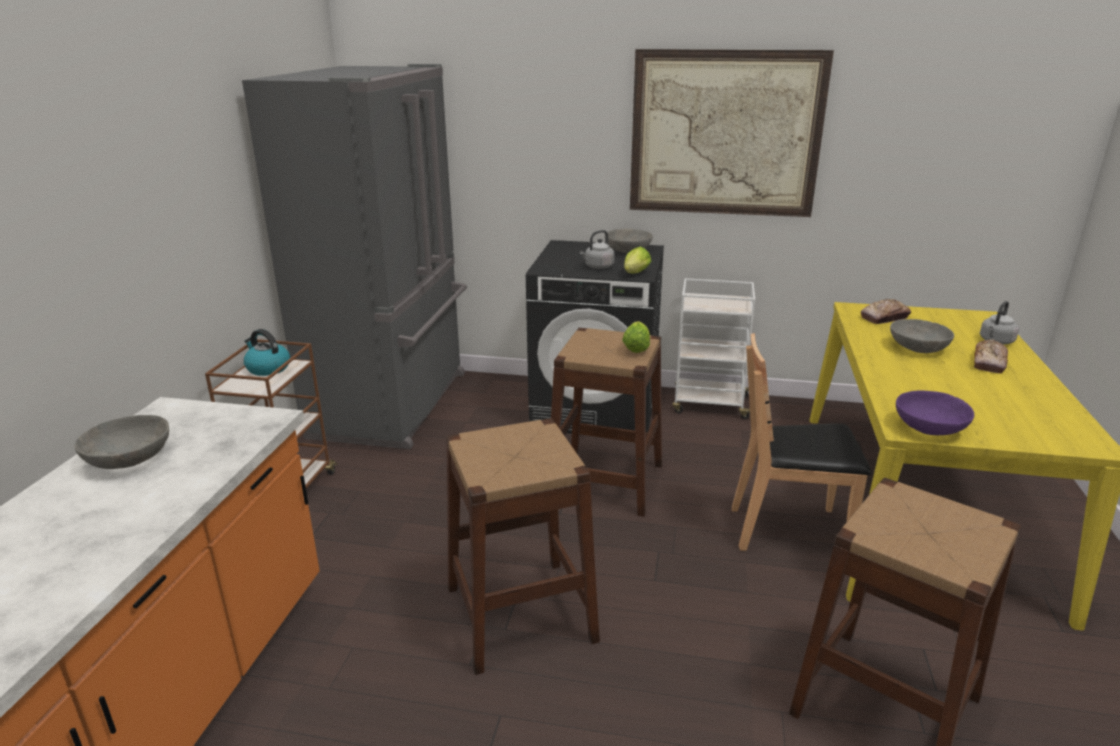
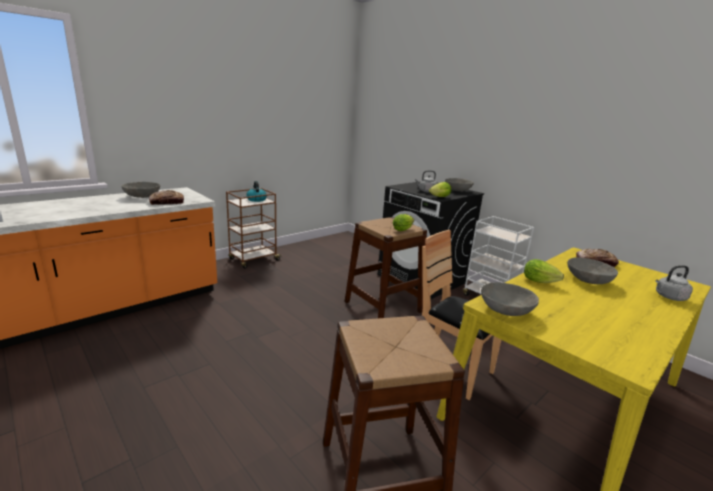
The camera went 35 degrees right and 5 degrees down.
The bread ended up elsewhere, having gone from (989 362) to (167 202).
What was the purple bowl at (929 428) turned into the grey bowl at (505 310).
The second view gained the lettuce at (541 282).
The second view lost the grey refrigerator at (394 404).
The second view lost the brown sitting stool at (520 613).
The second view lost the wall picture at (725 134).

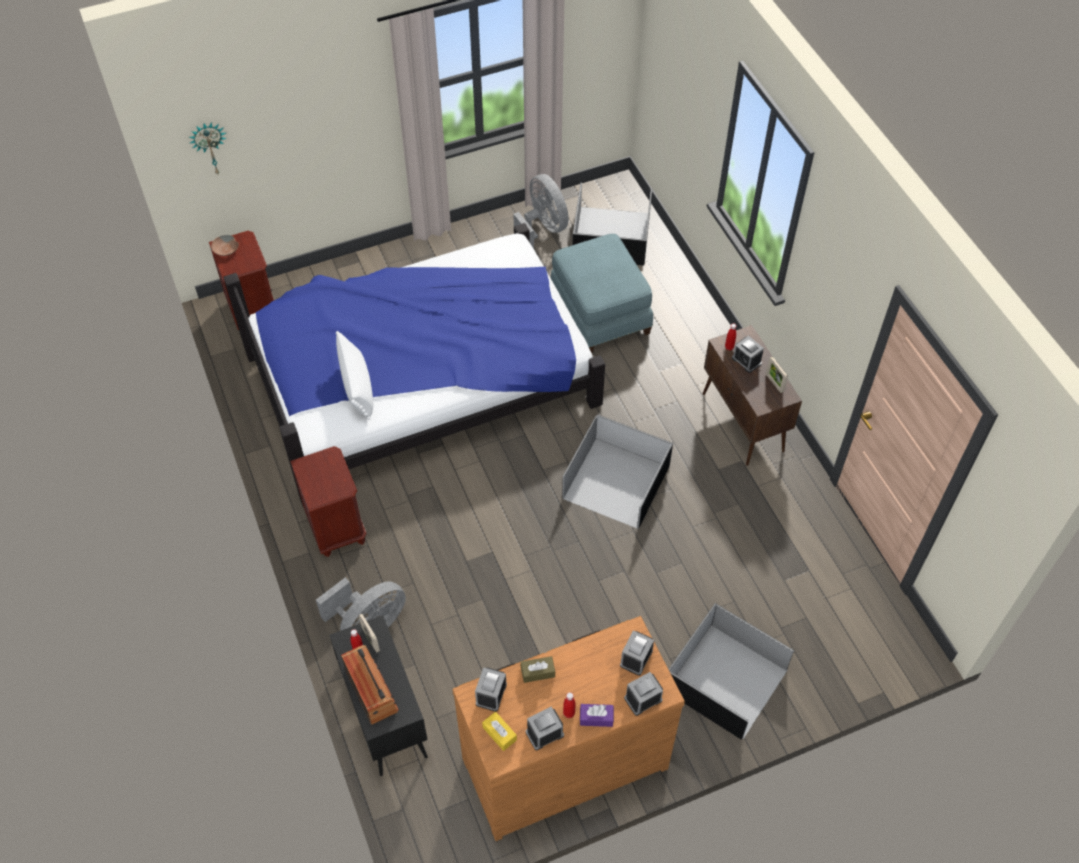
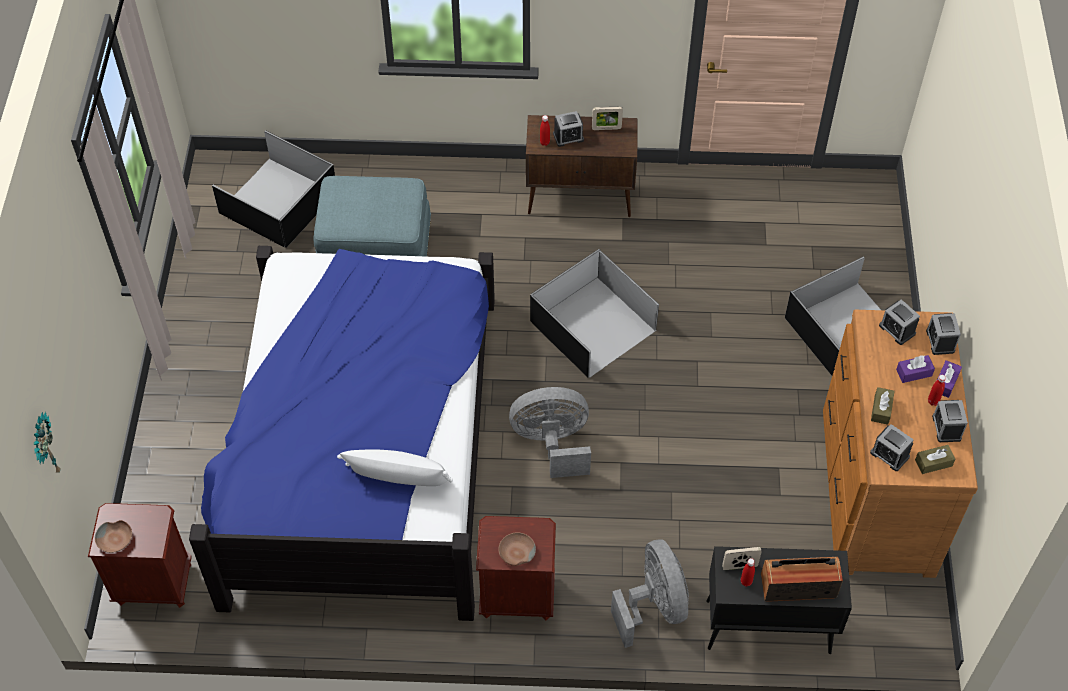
The camera went 65 degrees left and 0 degrees up.
The second view gained the brown bowl at (516 552).
The grey electric fan ended up elsewhere, having gone from (543 229) to (552 443).
The second view gained the purple tissue box at (914 373).
What was the yellow-coloured tissue box at (499 734) turned into the brown tissue box at (933 463).

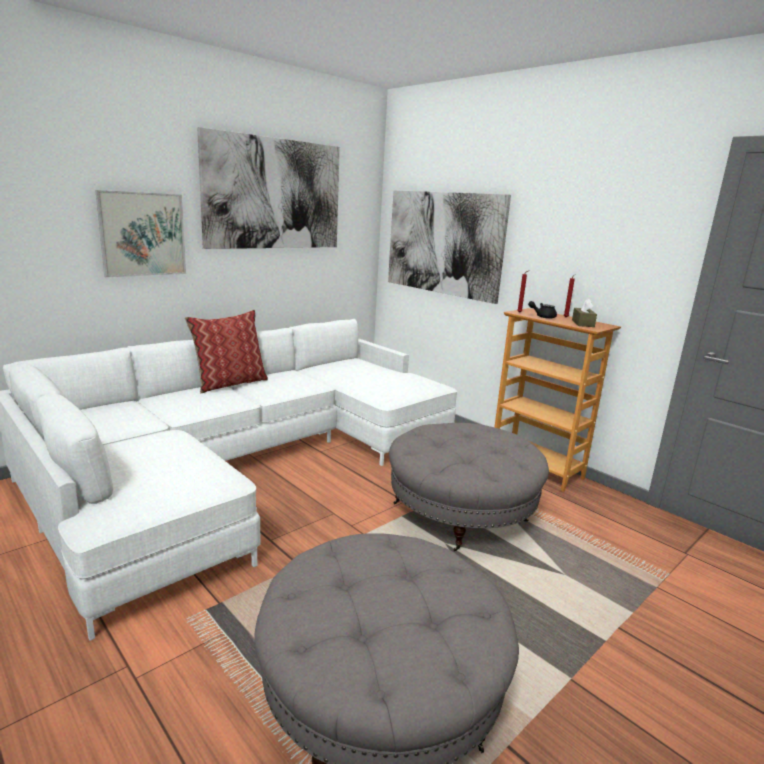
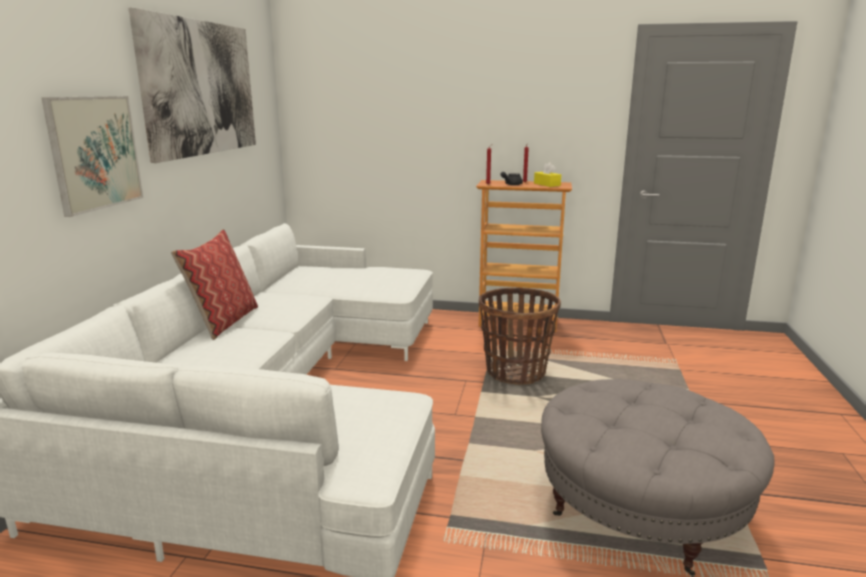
The camera went 35 degrees left and 0 degrees up.
Where the grey ottoman stood at (460 512), the household basket came to stand at (515 372).
What was the brown tissue box at (583 323) turned into the yellow-coloured tissue box at (547 184).
The second view lost the wall picture at (443 243).

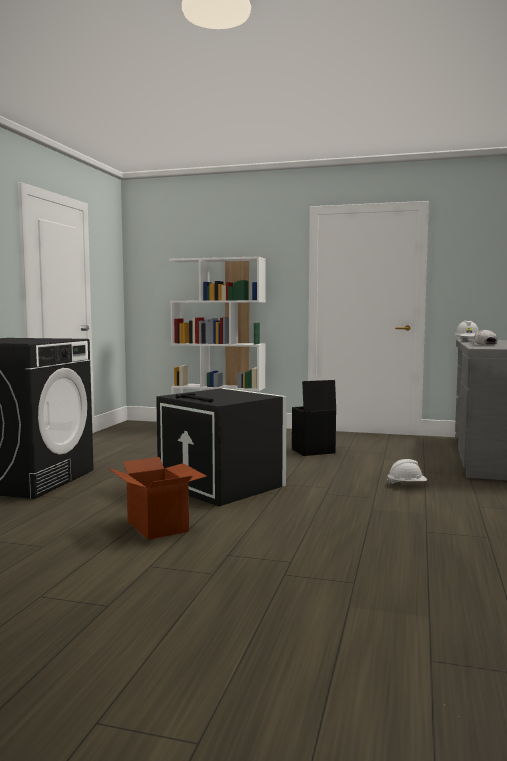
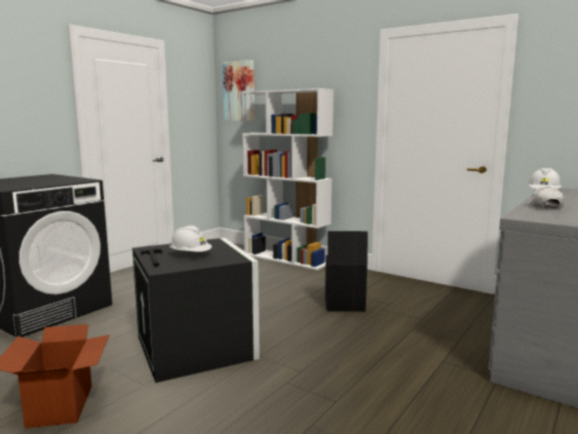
The camera went 20 degrees right and 5 degrees up.
The white-coloured hard hat ended up elsewhere, having gone from (407 485) to (190 255).
The second view gained the wall picture at (239 91).

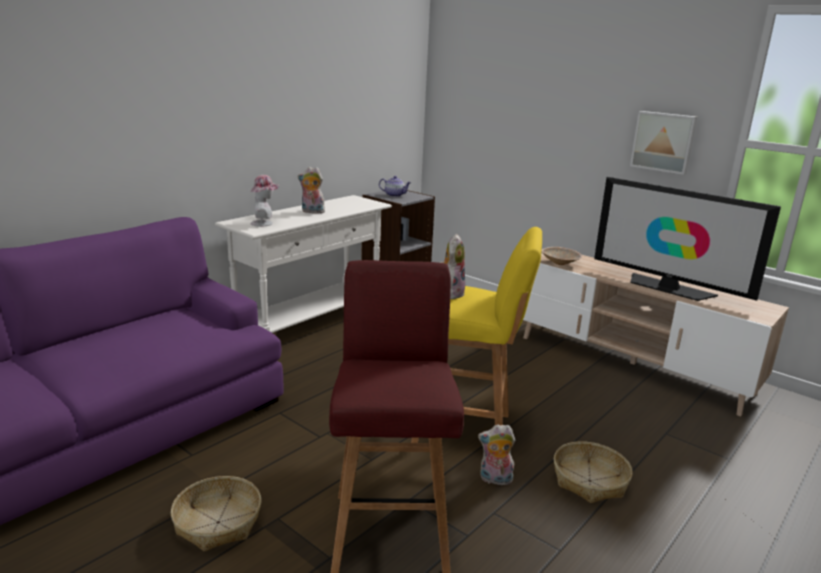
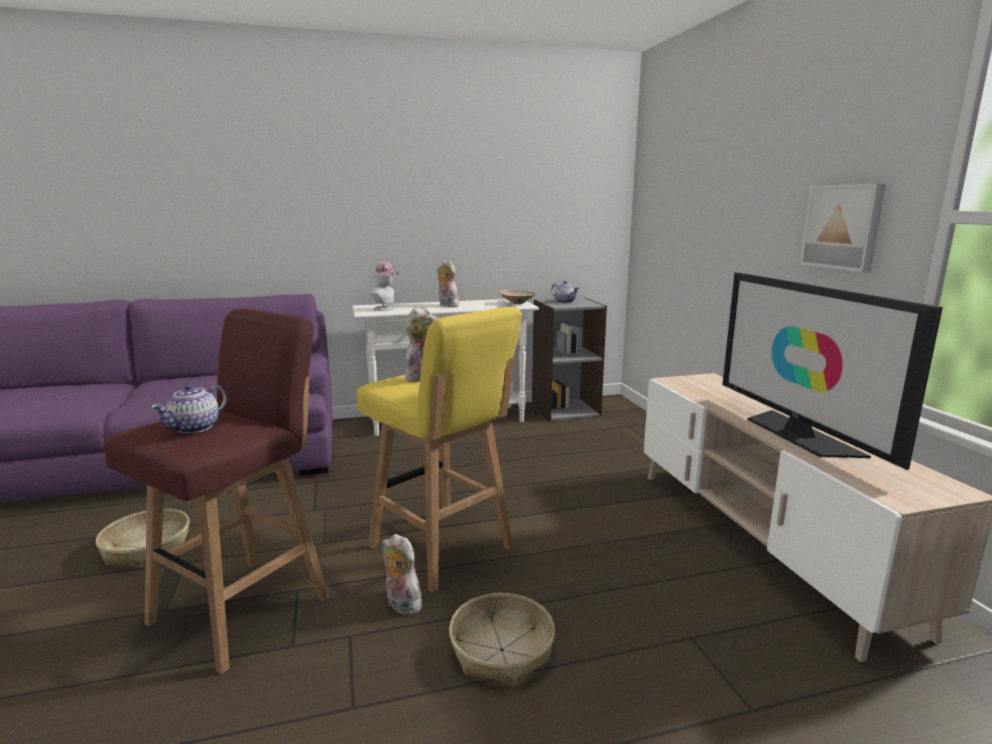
The camera went 35 degrees right and 5 degrees down.
The second view gained the teapot at (195 428).
The beige-coloured bowl ended up elsewhere, having gone from (560 264) to (517 303).

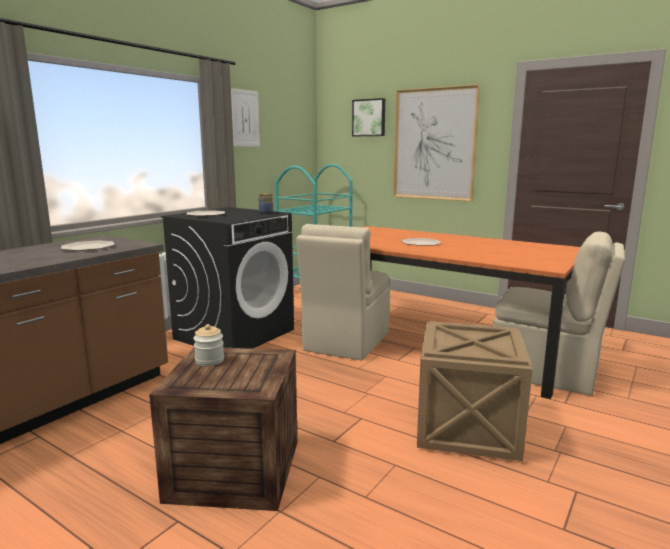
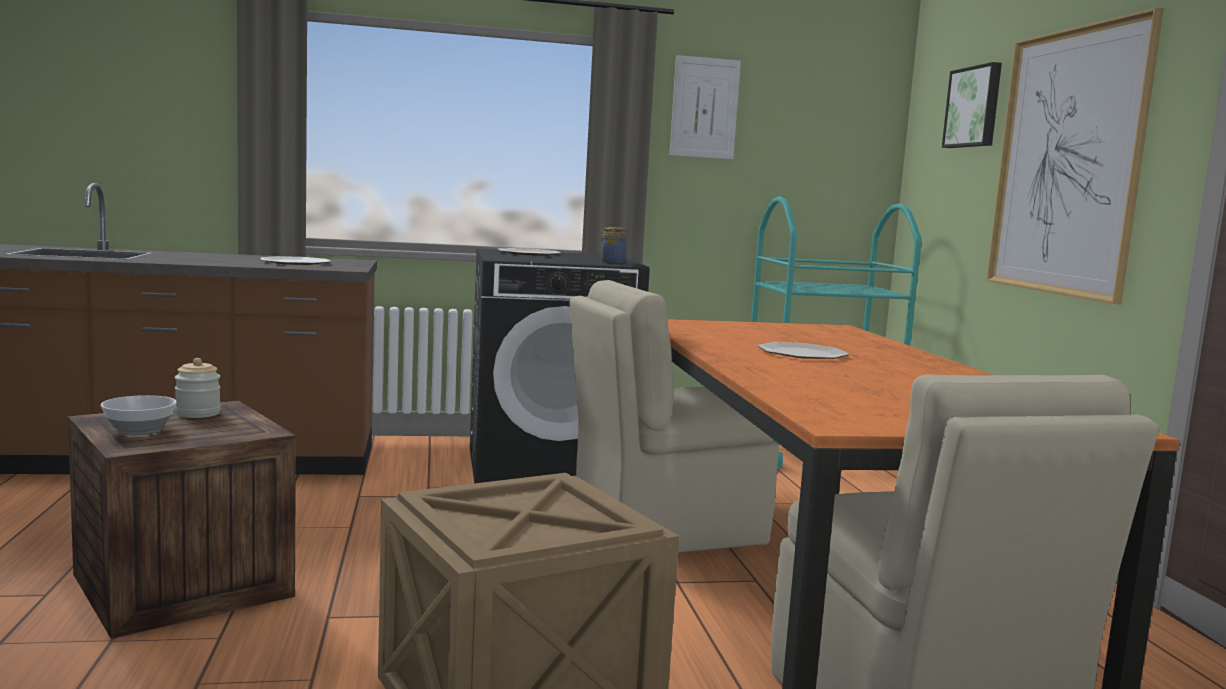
The camera went 45 degrees right and 5 degrees down.
The second view gained the bowl at (138 430).

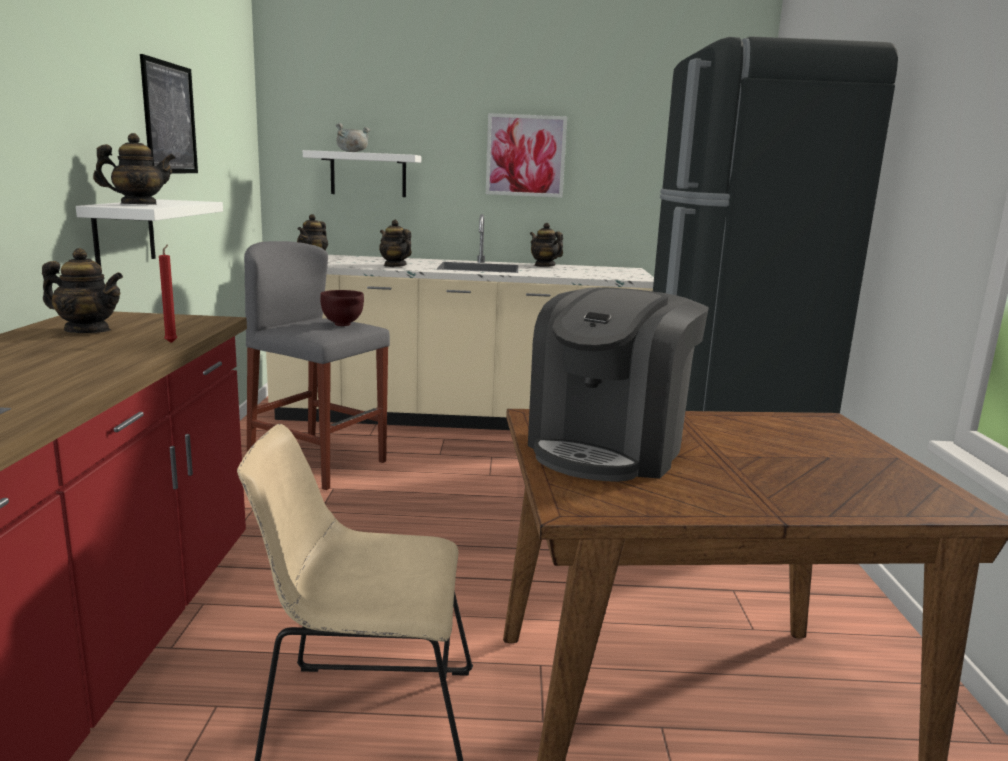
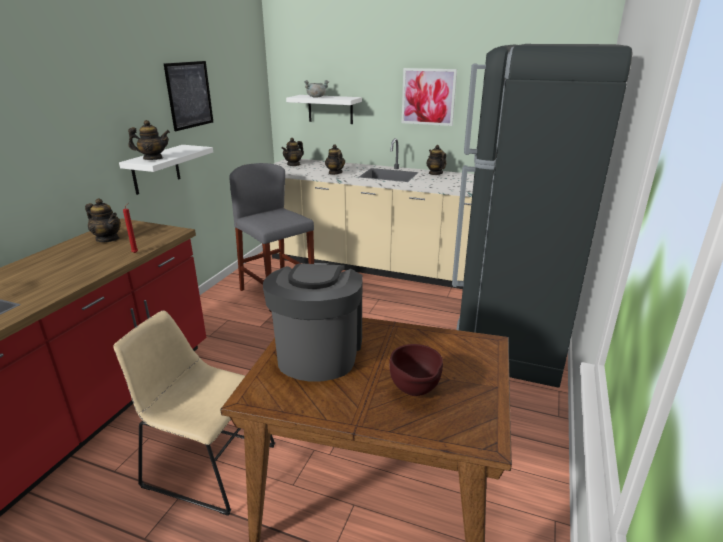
The camera went 20 degrees right and 10 degrees up.
The coffee brewer at (609 448) ended up facing another way, 135 degrees clockwise from before.
The brown bowl ended up elsewhere, having gone from (343 325) to (415 392).

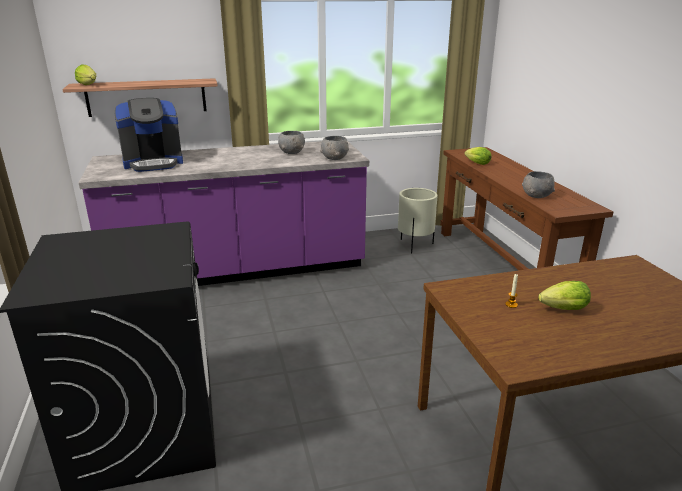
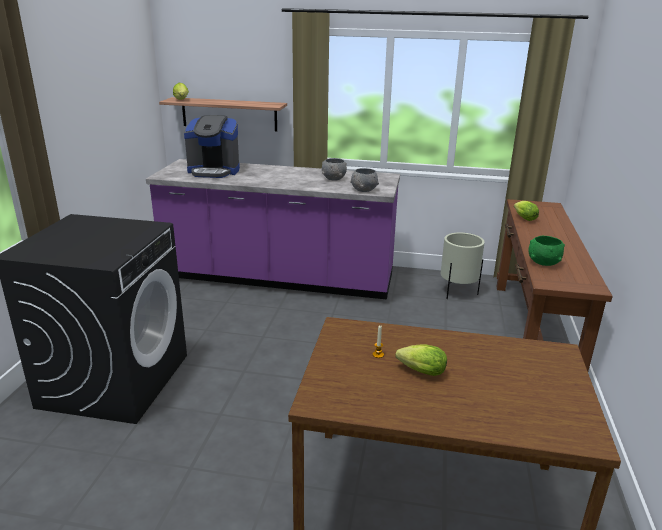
The camera went 25 degrees right and 0 degrees up.
What was the grey bowl at (536 196) turned into the green bowl at (543 262).

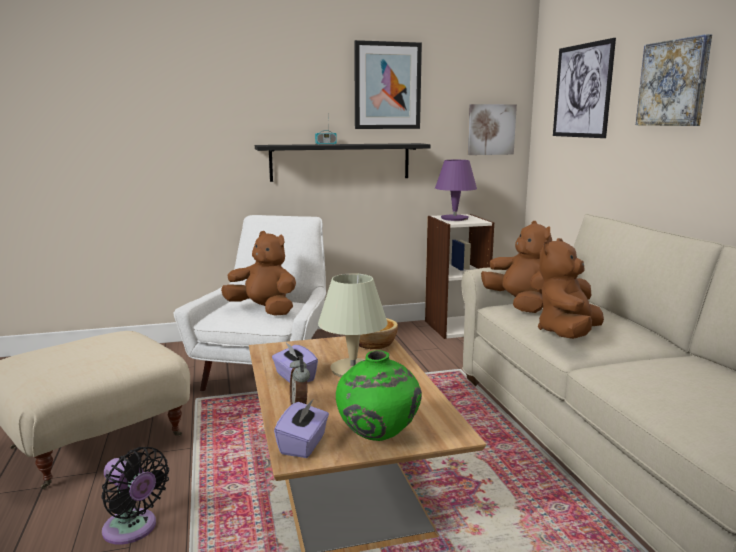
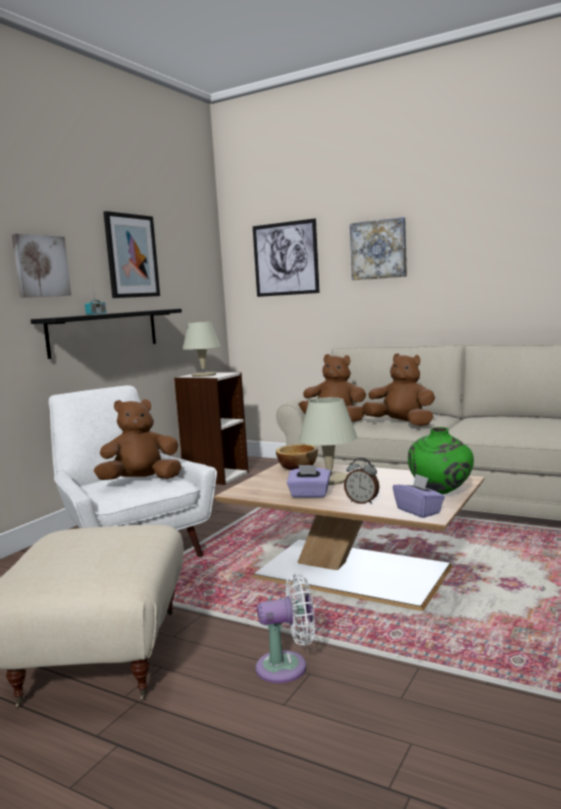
The camera went 45 degrees left and 5 degrees down.
The wall picture ended up elsewhere, having gone from (490 129) to (41 266).
What was the purple table lamp at (454 218) turned into the beige-coloured table lamp at (203 375).
What was the blackish electric fan at (133 529) turned into the white-coloured electric fan at (287 667).
The brown plush toy at (568 334) ended up facing another way, 135 degrees clockwise from before.

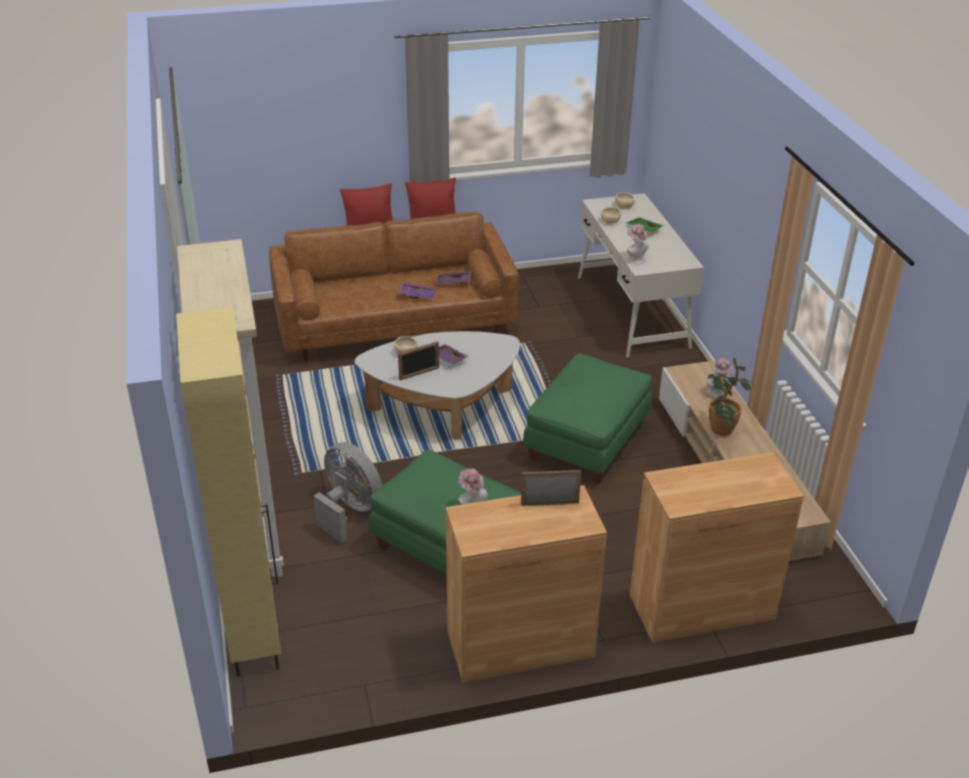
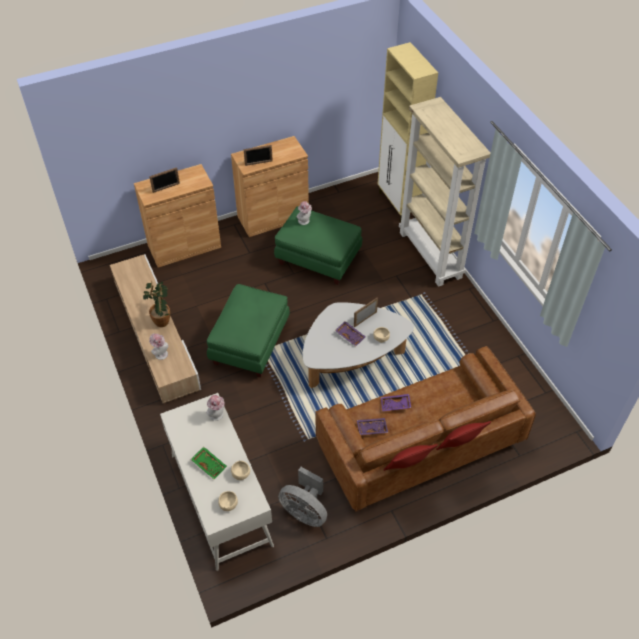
The camera went 170 degrees right and 15 degrees up.
The second view gained the photo frame at (166 188).
The grey electric fan ended up elsewhere, having gone from (349 511) to (305 511).

